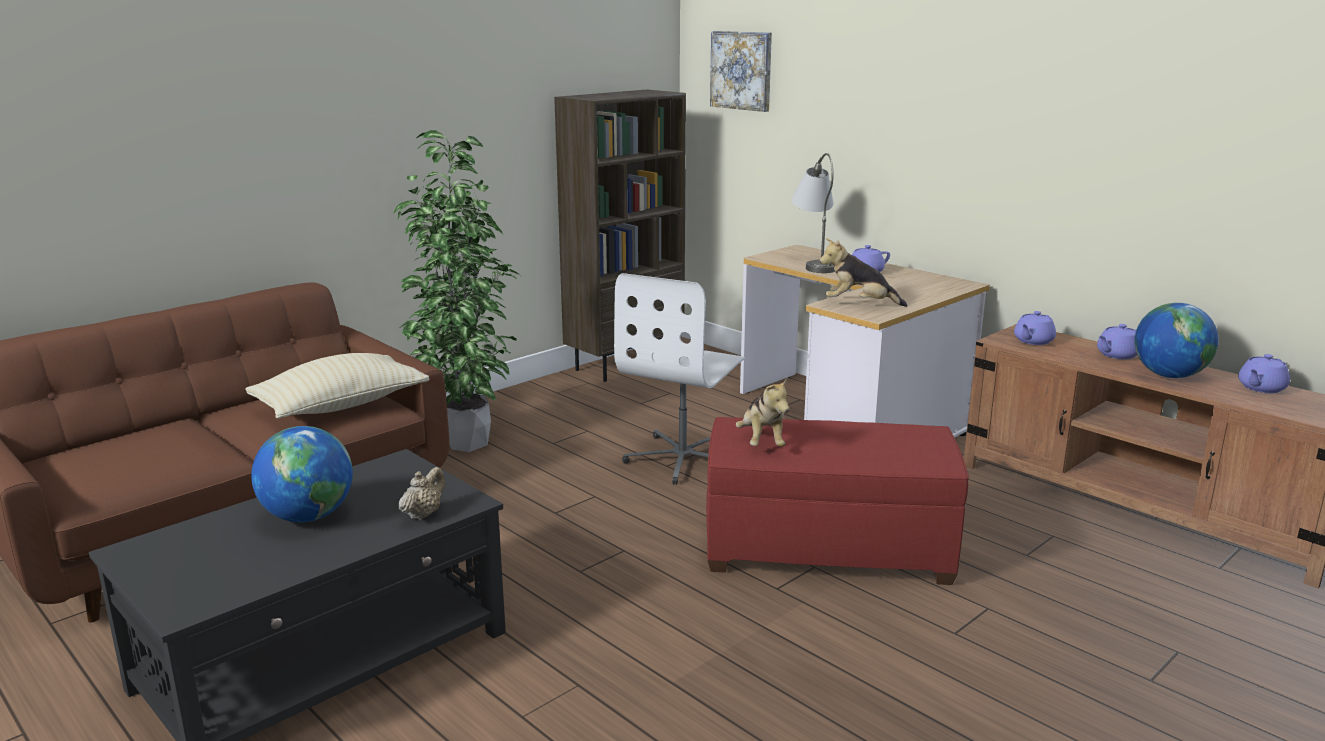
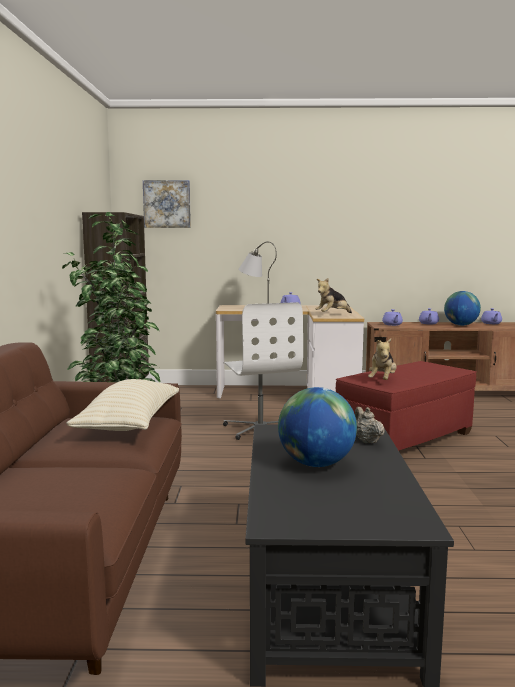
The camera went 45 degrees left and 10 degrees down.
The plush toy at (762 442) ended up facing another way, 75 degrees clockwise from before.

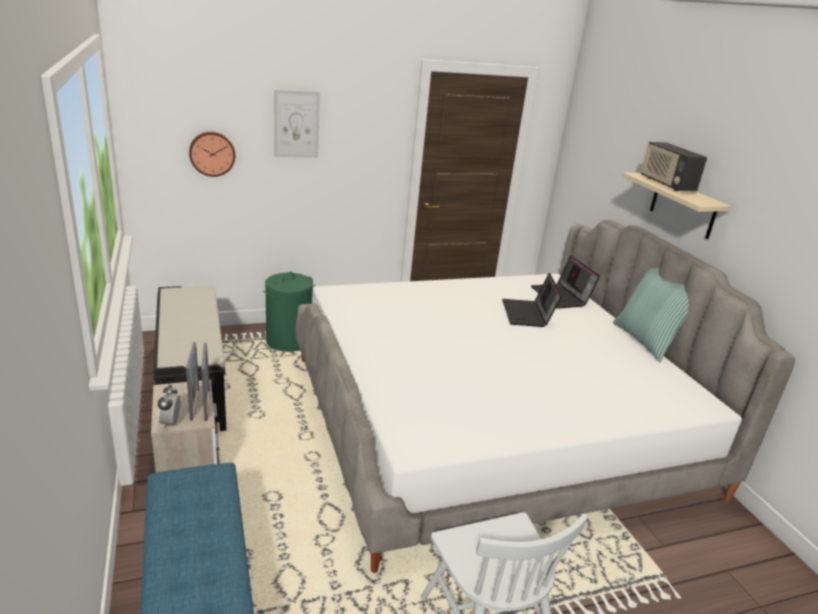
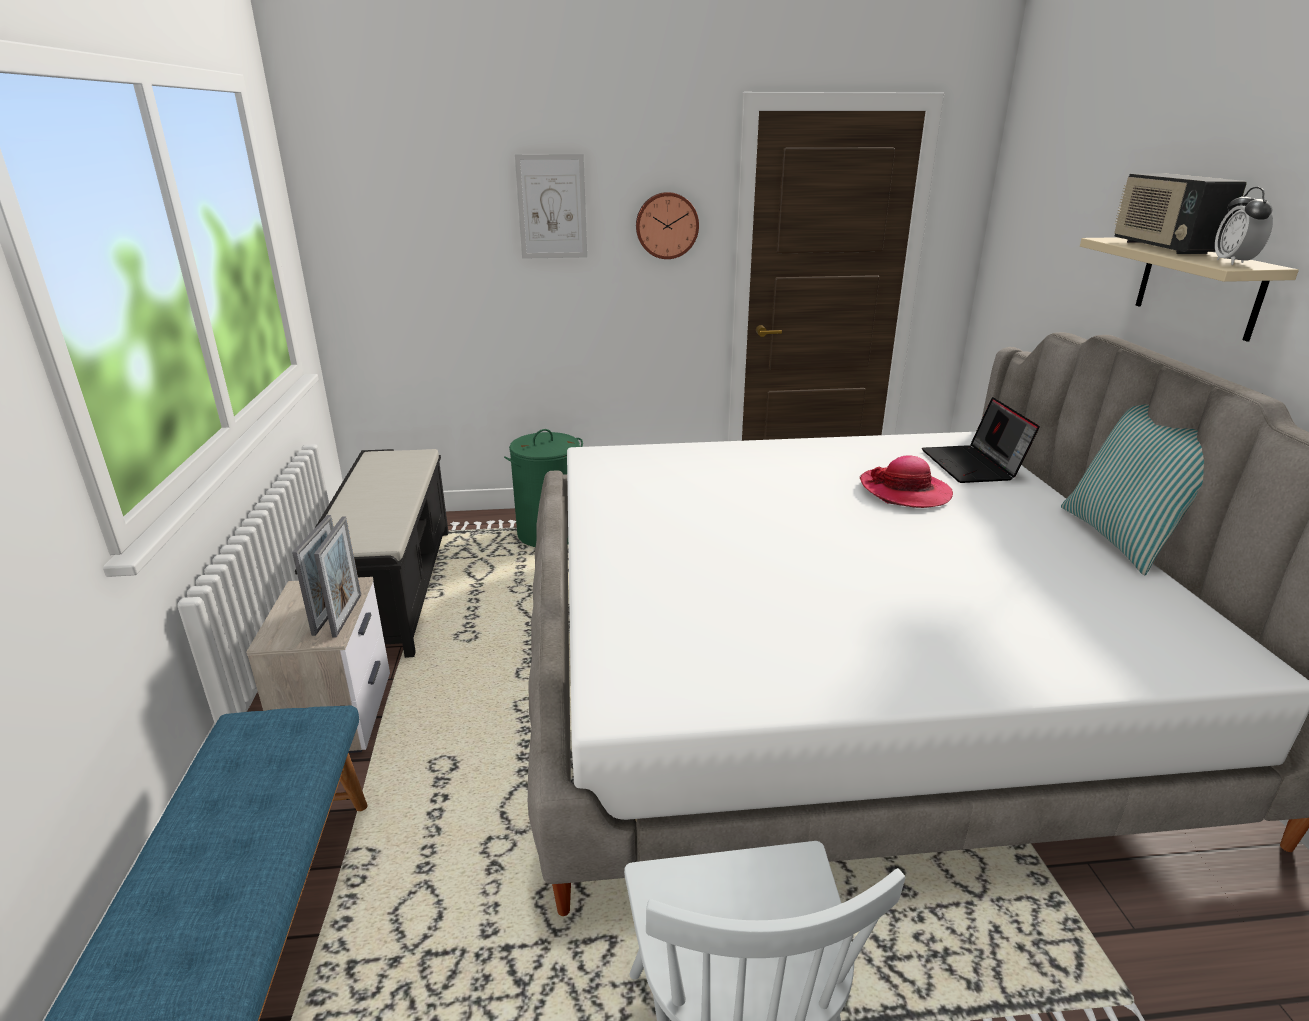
The camera went 15 degrees right and 0 degrees up.
The wall clock ended up elsewhere, having gone from (212 153) to (666 225).
Where the portable computer stood at (528 314), the clothing hat came to stand at (905 491).
The alarm clock ended up elsewhere, having gone from (170 423) to (1233 262).

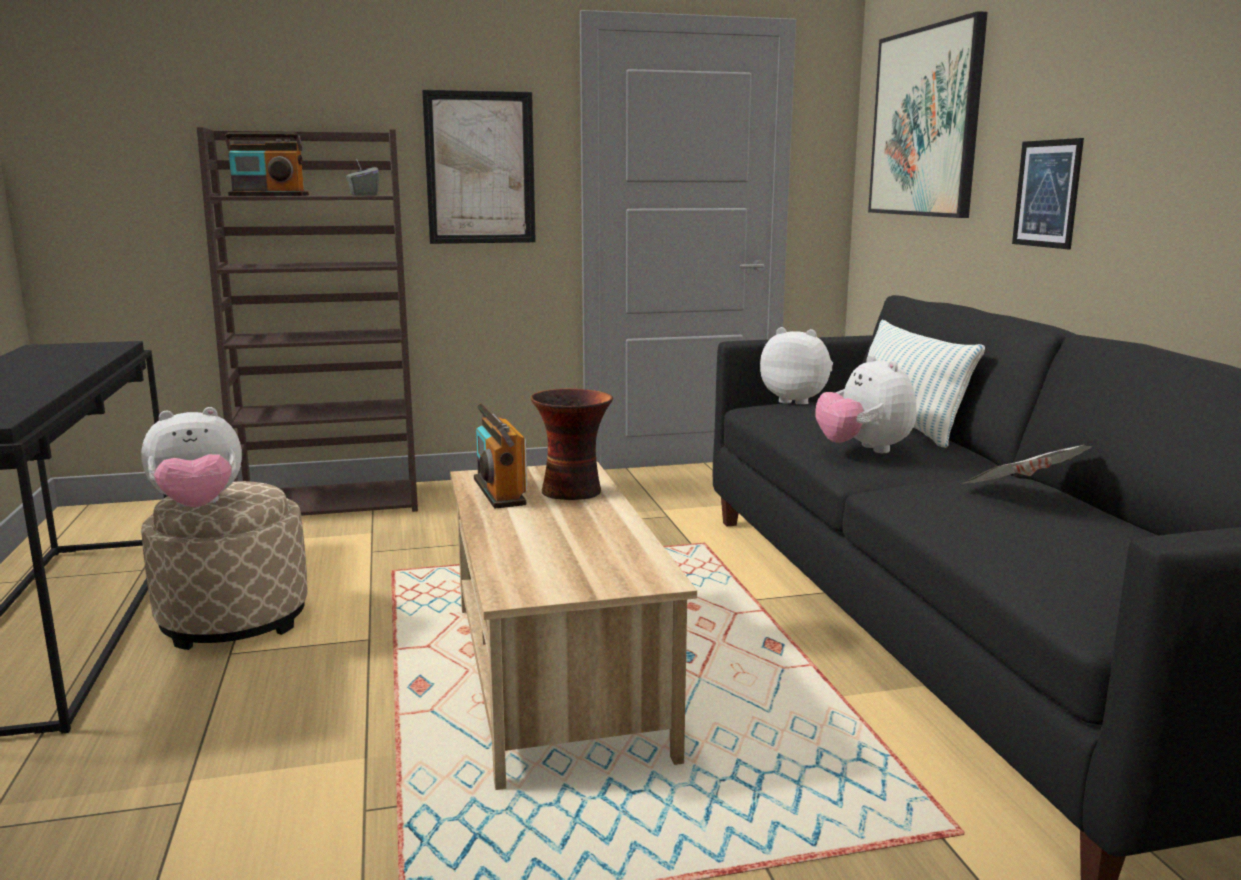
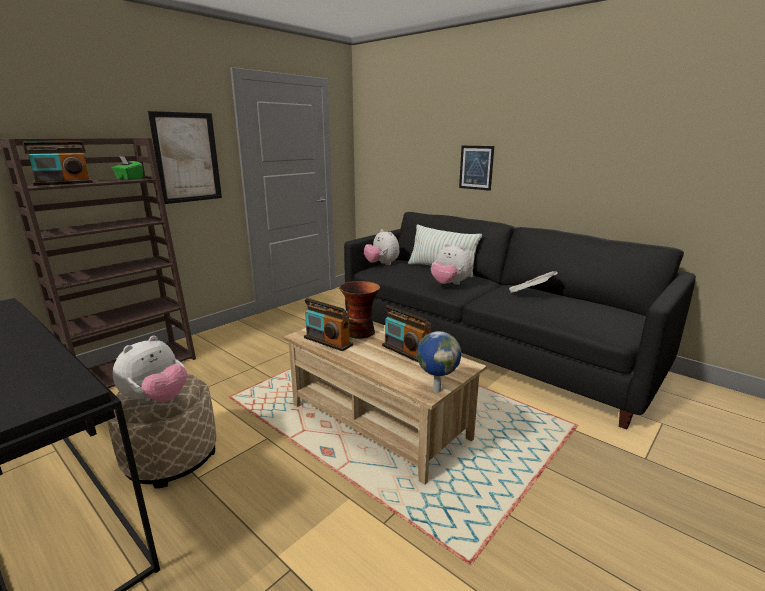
The camera went 35 degrees left and 5 degrees up.
What was the grey tissue box at (363 195) turned into the green tissue box at (129 179).
The plush toy at (796 401) ended up facing another way, 120 degrees counterclockwise from before.
The second view gained the radio receiver at (406 352).
The second view gained the world globe at (436 390).
The second view lost the wall picture at (925 123).

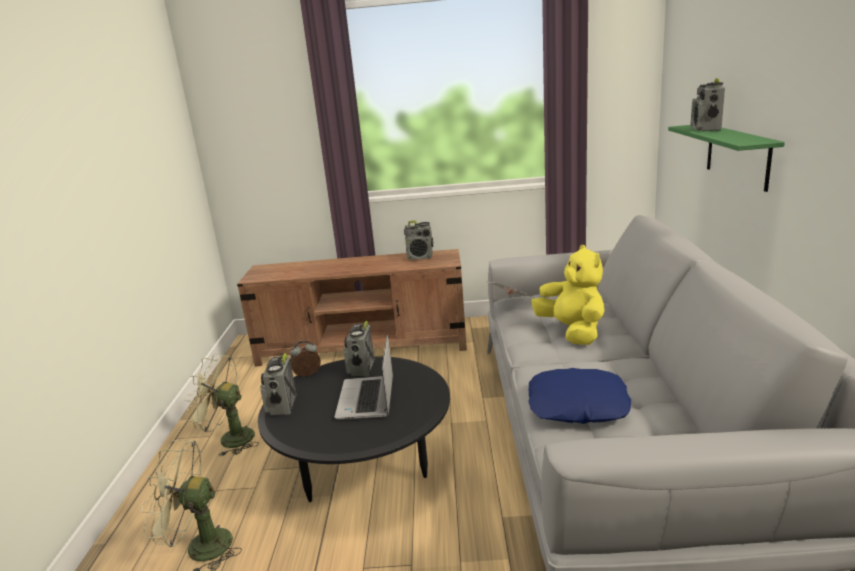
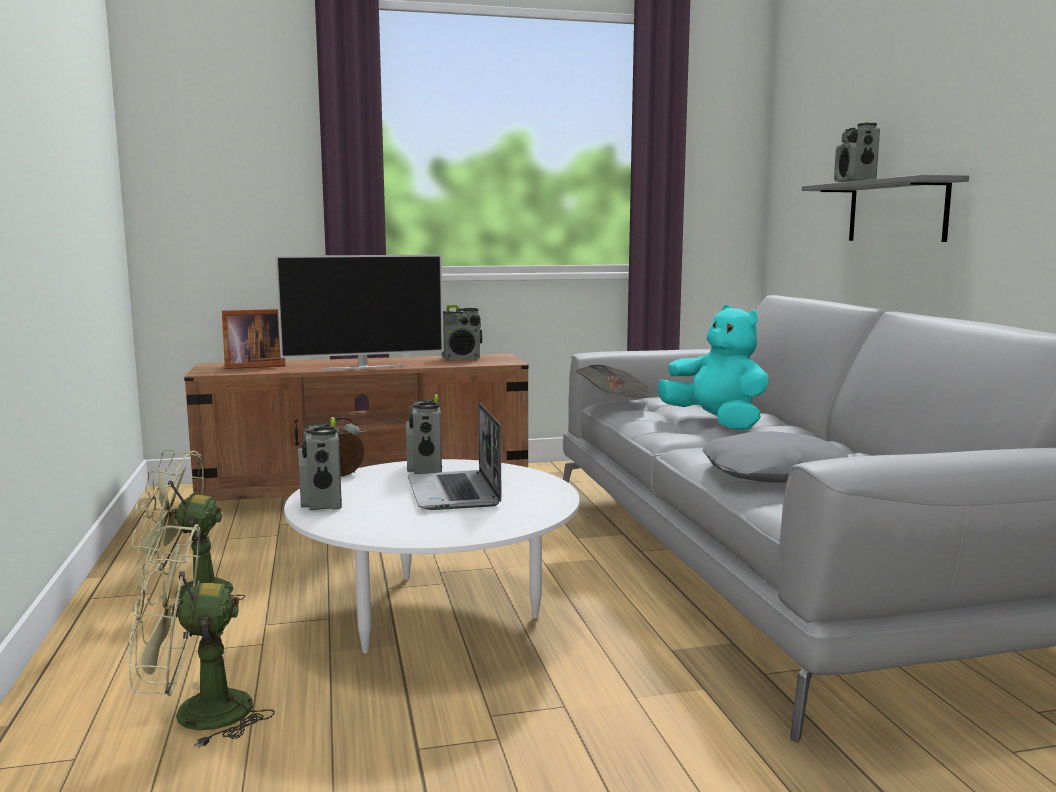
The camera went 15 degrees left and 10 degrees down.
The second view gained the photo frame at (252 366).
The second view gained the TV at (363 367).
What was the blackish lounge table at (364 468) turned into the white-coloured lounge table at (436 614).
What was the yellow-coloured plush toy at (572 332) turned into the turquoise plush toy at (716 423).
What was the blue throw pillow at (577 406) turned into the grey throw pillow at (774 474).
What was the green wall shelf at (737 155) turned into the grey wall shelf at (896 211).

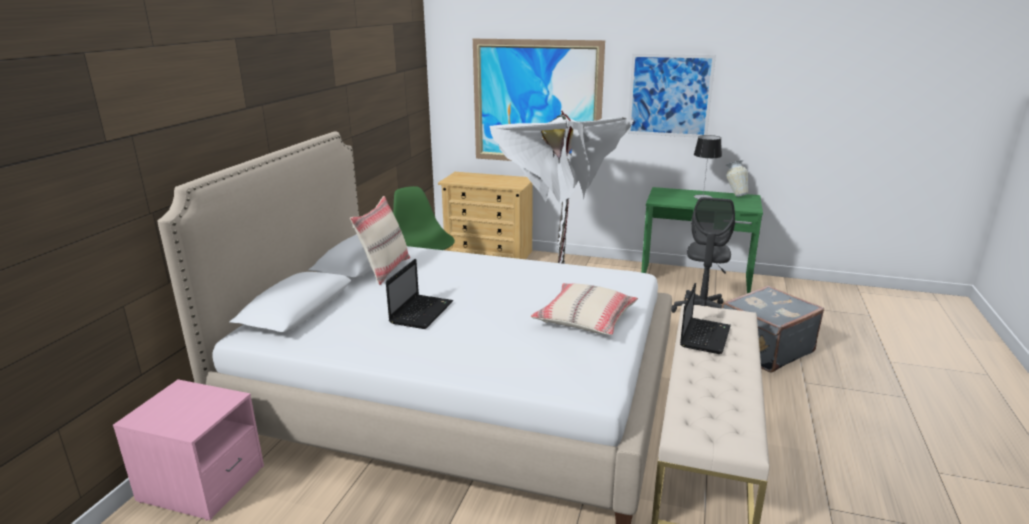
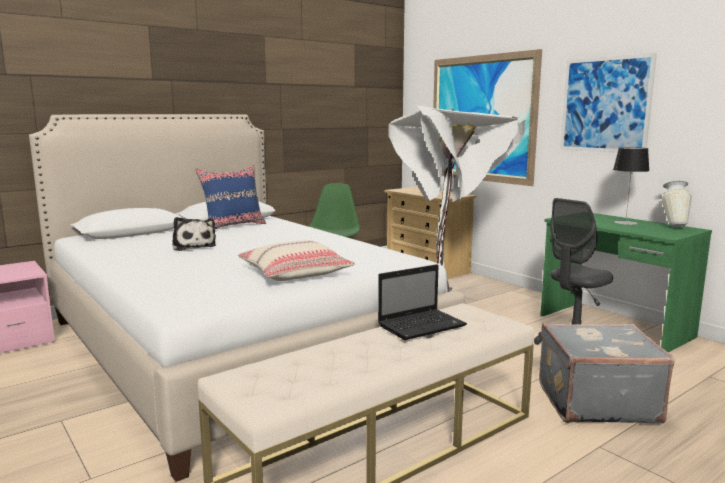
The camera went 35 degrees right and 10 degrees down.
Where the portable computer stood at (422 312), the plush toy came to stand at (193 246).
What was the beige-coloured throw pillow at (385 269) turned into the blue throw pillow at (233 226).

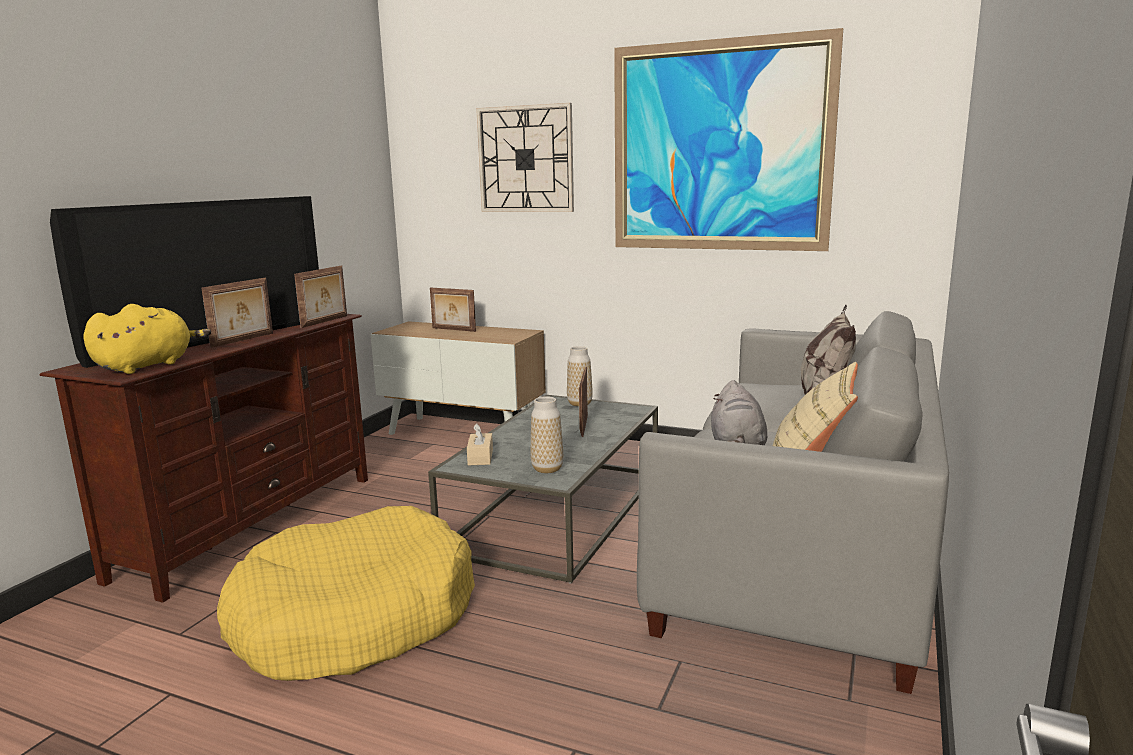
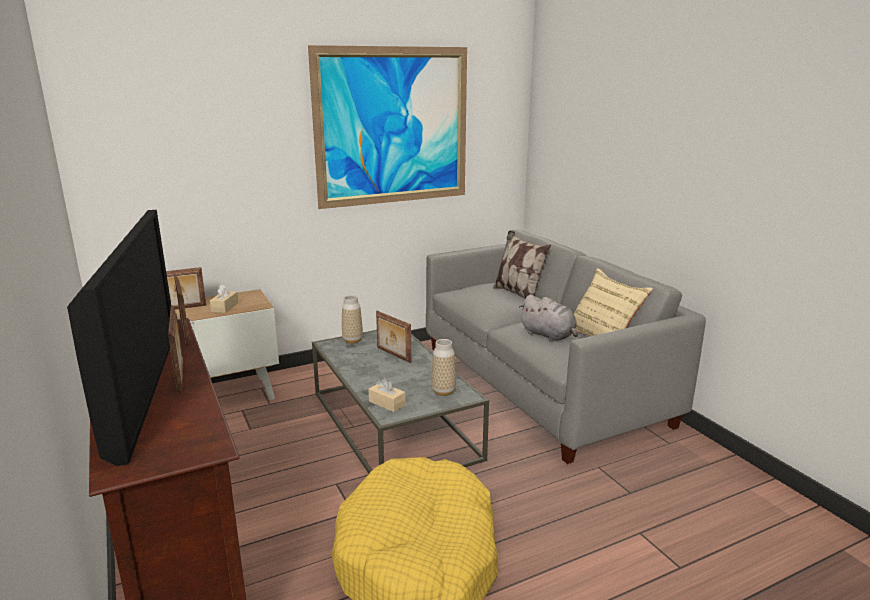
The camera went 50 degrees left and 5 degrees up.
The second view gained the beige-coloured tissue box at (225 307).
The second view lost the yellow-coloured plush toy at (148 366).
The second view lost the wall clock at (525 159).

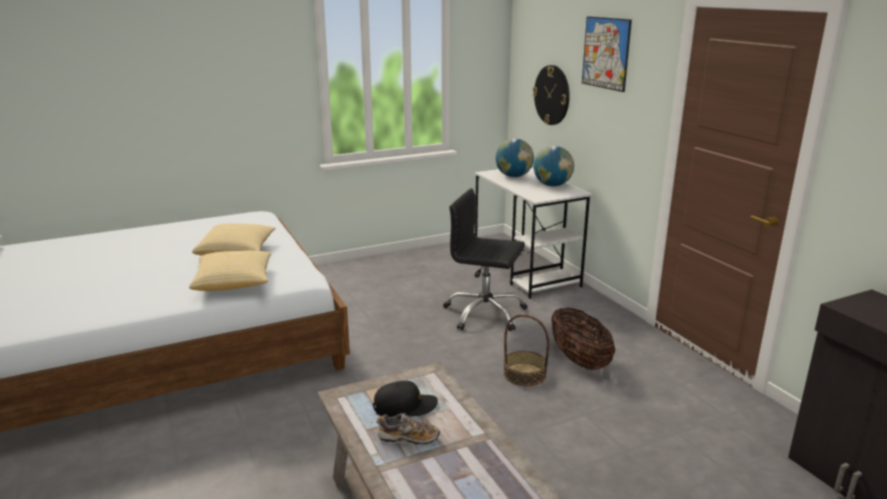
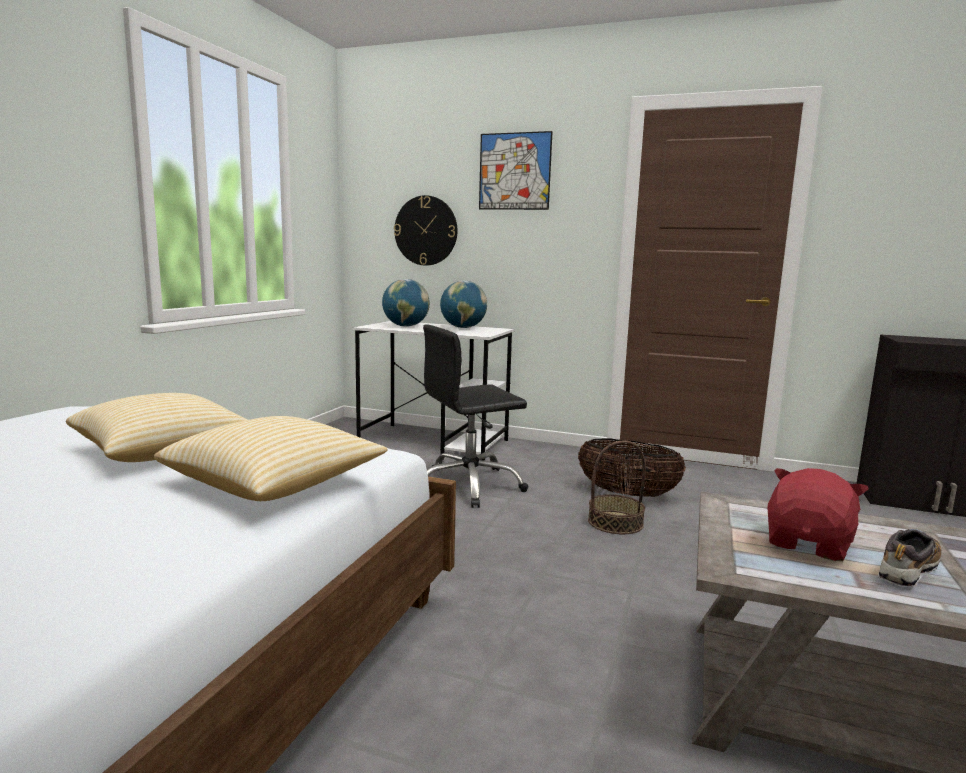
The camera went 45 degrees left and 10 degrees down.
Where the blackish peaked cap stood at (405 407), the reddish plush toy came to stand at (809 544).

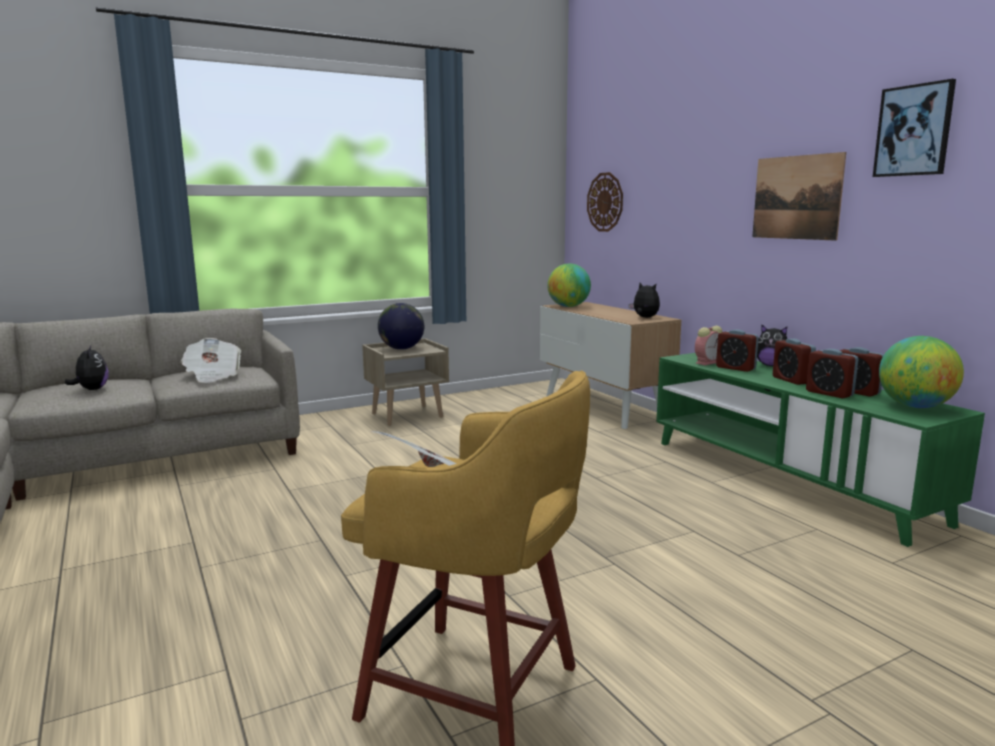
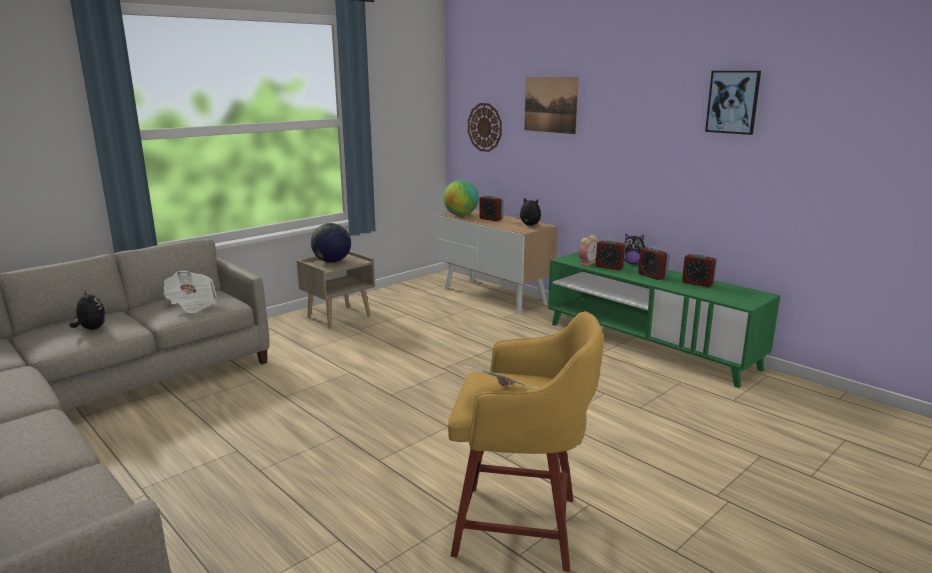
The camera went 15 degrees left and 5 degrees up.
The alarm clock ended up elsewhere, having gone from (829 393) to (491 219).
The wall picture ended up elsewhere, having gone from (796 197) to (550 104).
The second view lost the world globe at (915 406).

